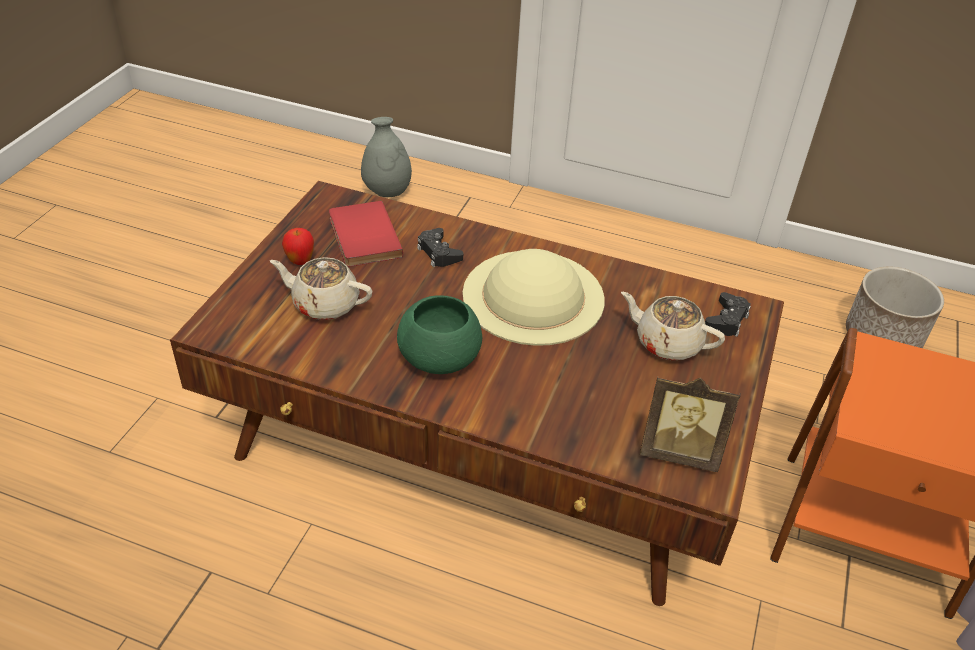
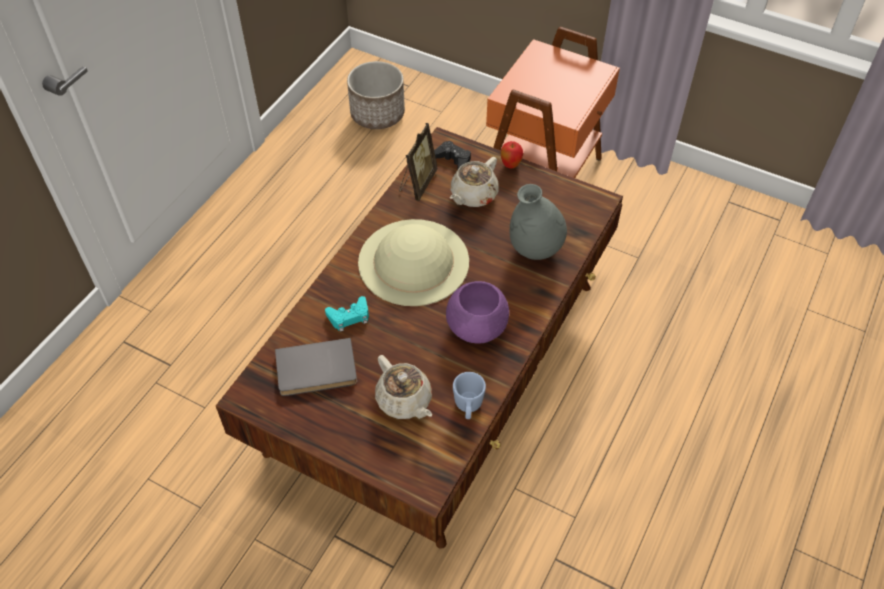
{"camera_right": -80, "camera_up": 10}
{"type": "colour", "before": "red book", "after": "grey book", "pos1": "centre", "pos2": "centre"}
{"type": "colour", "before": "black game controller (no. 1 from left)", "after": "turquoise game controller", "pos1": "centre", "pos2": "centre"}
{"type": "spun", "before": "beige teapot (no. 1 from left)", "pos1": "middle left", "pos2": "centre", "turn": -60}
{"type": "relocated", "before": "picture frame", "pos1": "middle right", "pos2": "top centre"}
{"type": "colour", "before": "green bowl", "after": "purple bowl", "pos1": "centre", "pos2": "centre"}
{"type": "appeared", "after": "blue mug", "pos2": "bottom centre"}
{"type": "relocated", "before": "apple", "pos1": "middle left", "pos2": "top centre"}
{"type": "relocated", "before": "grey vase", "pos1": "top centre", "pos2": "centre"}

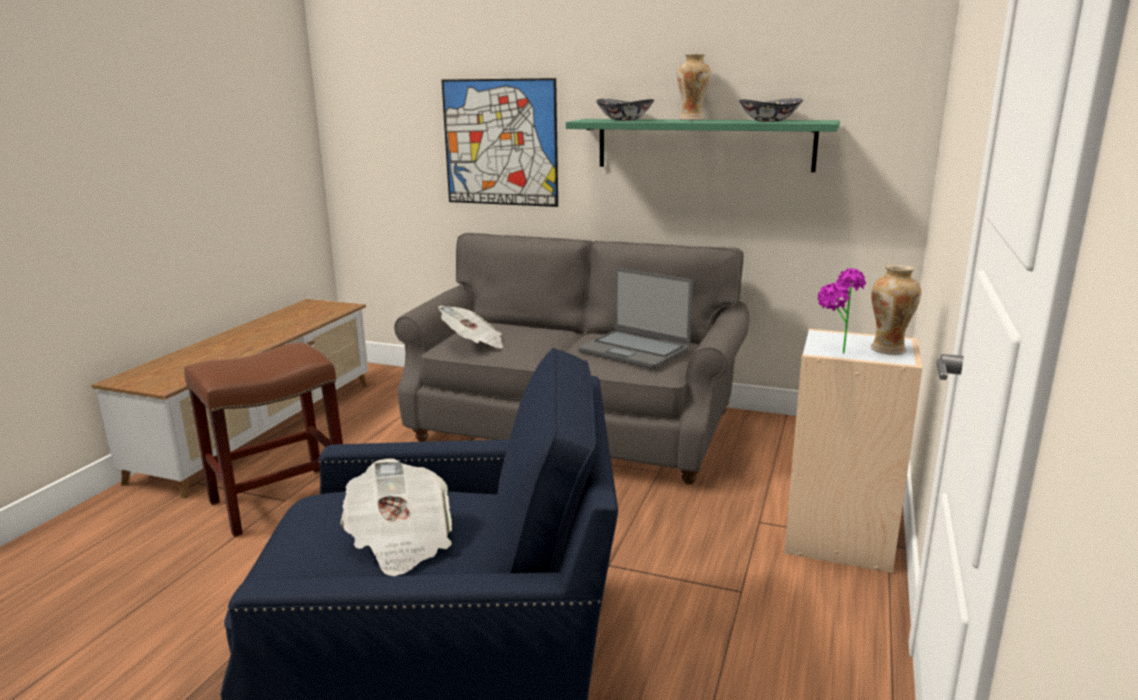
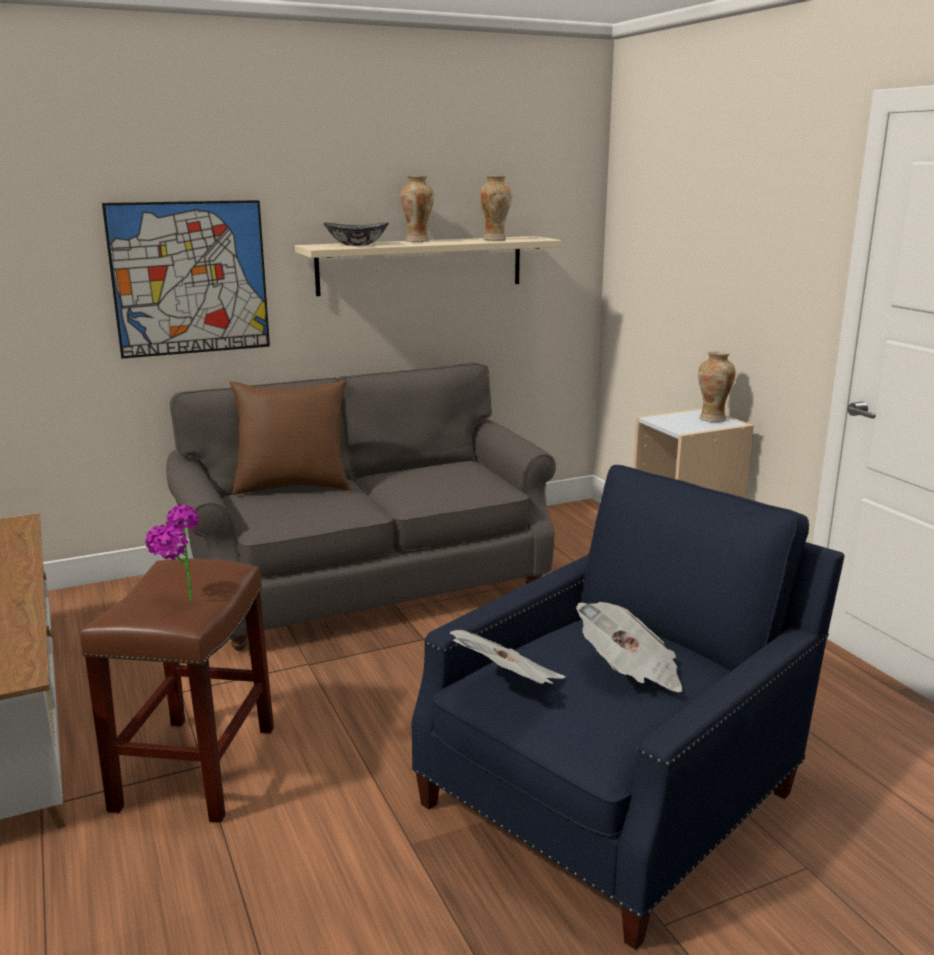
{"camera_right": -45, "camera_up": 0}
{"type": "relocated", "before": "potted plant", "pos1": "middle right", "pos2": "middle left"}
{"type": "appeared", "after": "brown pillow", "pos2": "middle left"}
{"type": "colour", "before": "green shelf", "after": "beige shelf", "pos1": "top centre", "pos2": "top centre"}
{"type": "relocated", "before": "newspaper (no. 2 from left in the first image)", "after": "newspaper (no. 1 from left)", "pos1": "centre", "pos2": "bottom centre"}
{"type": "exchanged", "before": "bowl (no. 2 from left)", "after": "vase (no. 2 from left)", "pos1": "top right", "pos2": "top centre"}
{"type": "missing", "before": "laptop", "pos1": "centre"}

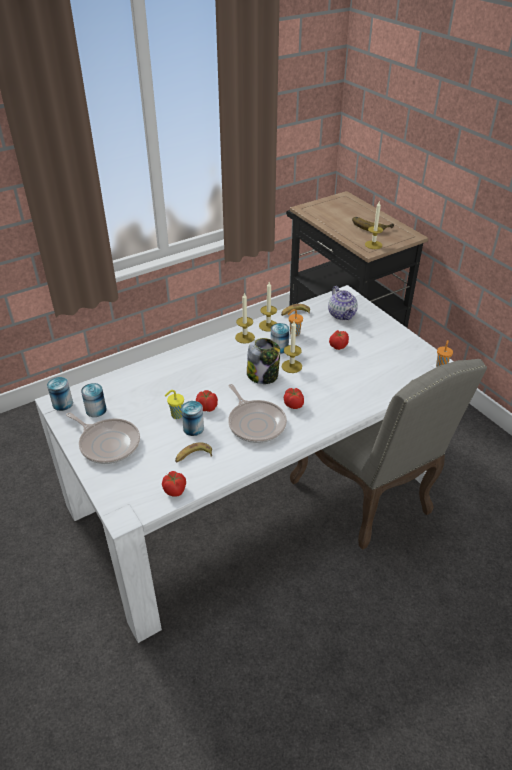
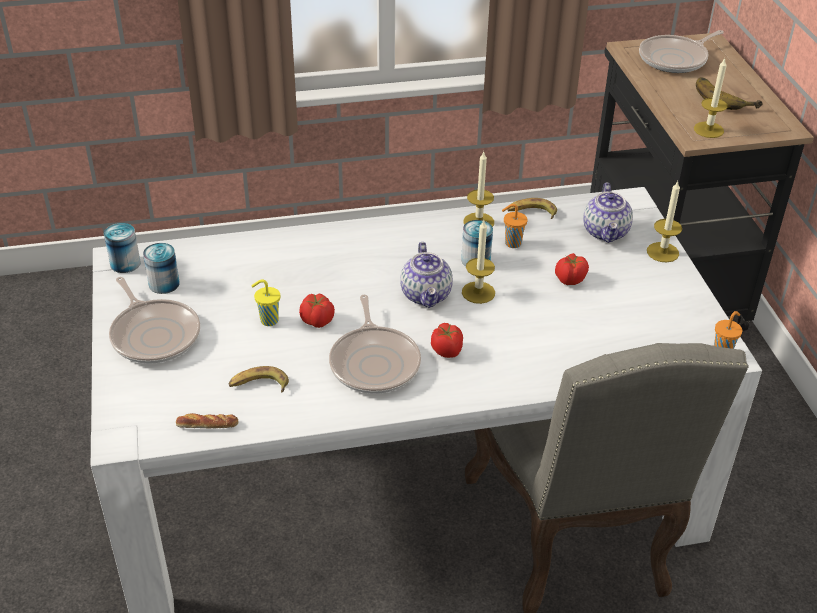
{"camera_right": 20, "camera_up": 0}
{"type": "exchanged", "before": "tomato (no. 1 from left)", "after": "bread", "pos1": "centre", "pos2": "bottom left"}
{"type": "exchanged", "before": "jar", "after": "teapot (no. 1 from left)", "pos1": "centre", "pos2": "centre"}
{"type": "appeared", "after": "frying pan (no. 3 from left)", "pos2": "top right"}
{"type": "relocated", "before": "candle (no. 1 from left in the first image)", "after": "candle (no. 3 from left)", "pos1": "centre", "pos2": "middle right"}
{"type": "missing", "before": "can (no. 3 from left)", "pos1": "centre"}

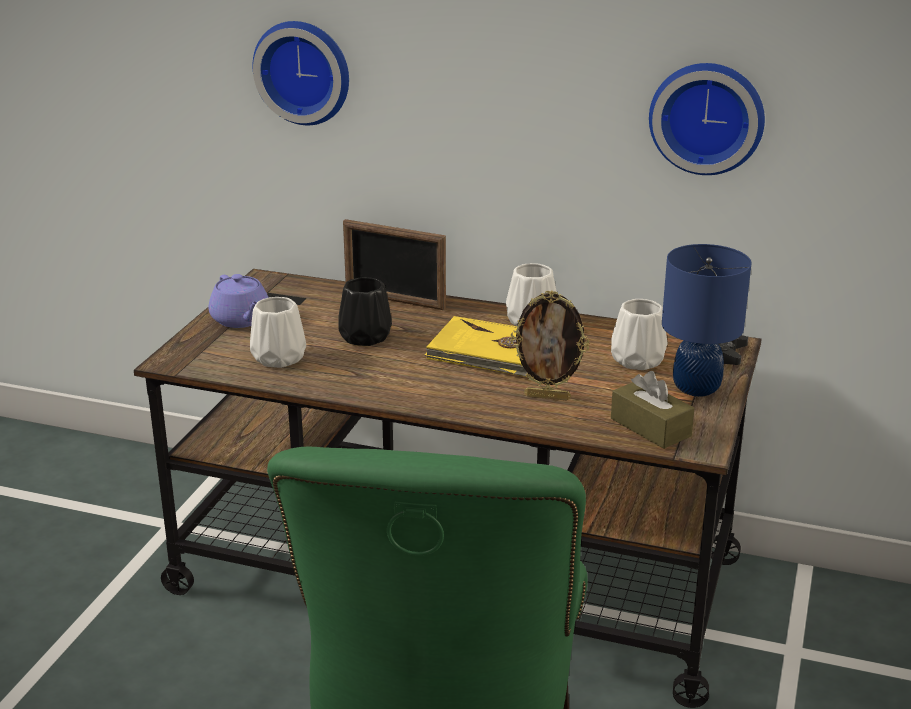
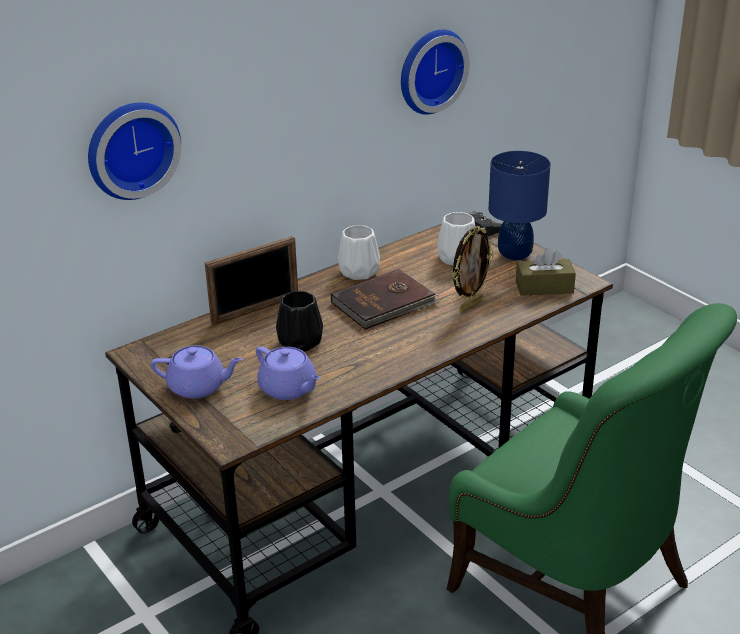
{"camera_right": -55, "camera_up": 5}
{"type": "exchanged", "before": "white vase (no. 1 from left)", "after": "purple teapot (no. 2 from left)", "pos1": "middle left", "pos2": "centre"}
{"type": "colour", "before": "yellow book", "after": "brown book", "pos1": "centre", "pos2": "centre"}

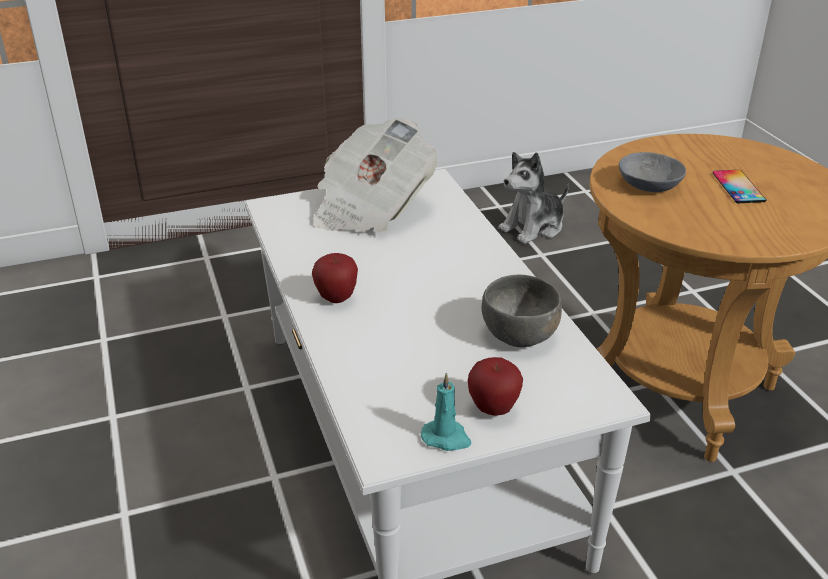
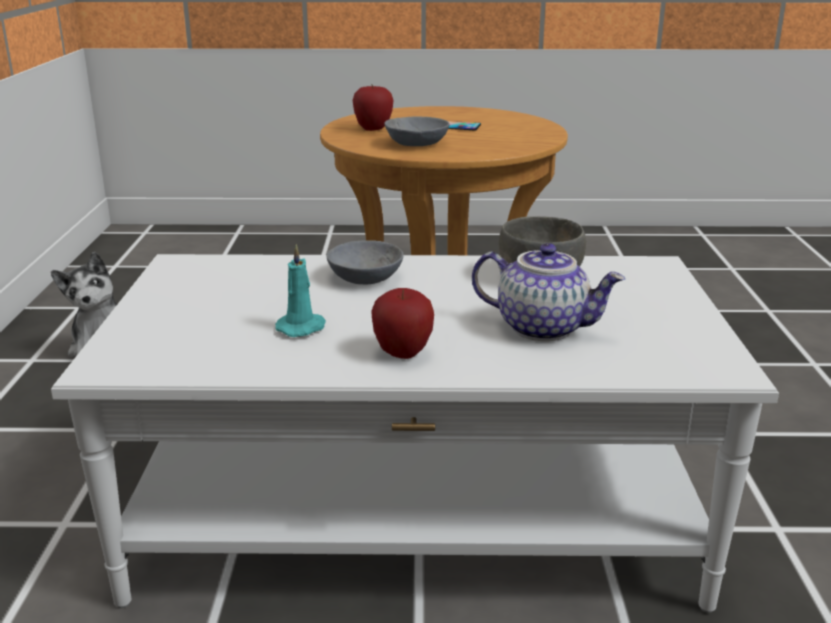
{"camera_right": -70, "camera_up": -10}
{"type": "relocated", "before": "turquoise candle", "pos1": "bottom centre", "pos2": "centre"}
{"type": "appeared", "after": "grey bowl (no. 1 from left)", "pos2": "centre"}
{"type": "relocated", "before": "apple (no. 2 from left in the first image)", "after": "apple (no. 1 from left)", "pos1": "bottom centre", "pos2": "top centre"}
{"type": "appeared", "after": "teapot", "pos2": "centre"}
{"type": "missing", "before": "newspaper", "pos1": "top centre"}

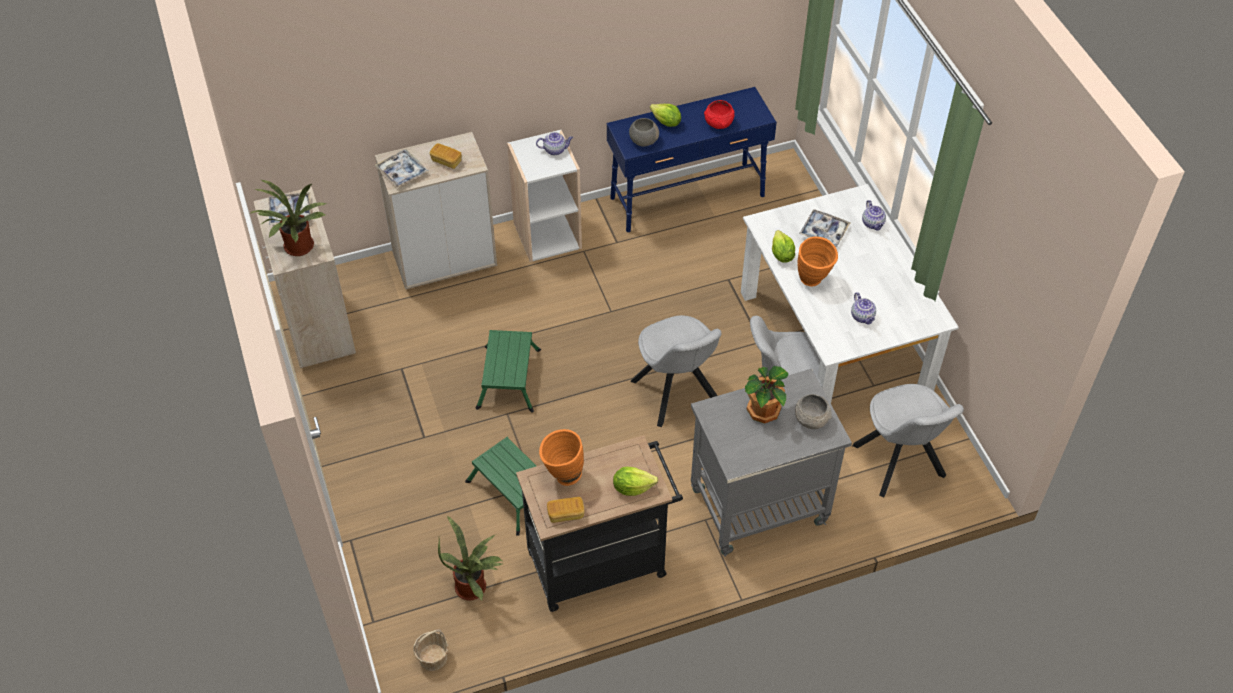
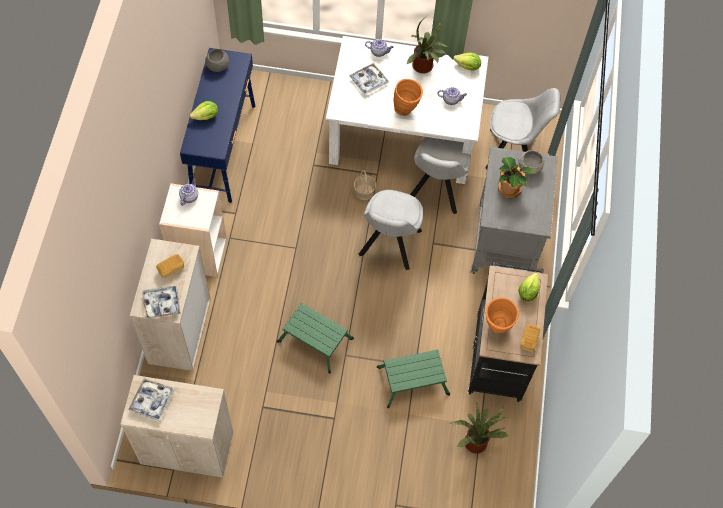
{"camera_right": -65, "camera_up": 10}
{"type": "relocated", "before": "grey bowl (no. 1 from left)", "pos1": "top centre", "pos2": "top left"}
{"type": "relocated", "before": "basket", "pos1": "bottom centre", "pos2": "centre"}
{"type": "spun", "before": "grey chair (no. 1 from left)", "pos1": "centre", "pos2": "centre", "turn": 105}
{"type": "relocated", "before": "potted plant (no. 1 from left)", "pos1": "top left", "pos2": "top centre"}
{"type": "relocated", "before": "lettuce (no. 3 from left in the first image)", "after": "lettuce (no. 2 from left)", "pos1": "centre", "pos2": "top centre"}
{"type": "missing", "before": "red bowl", "pos1": "top centre"}

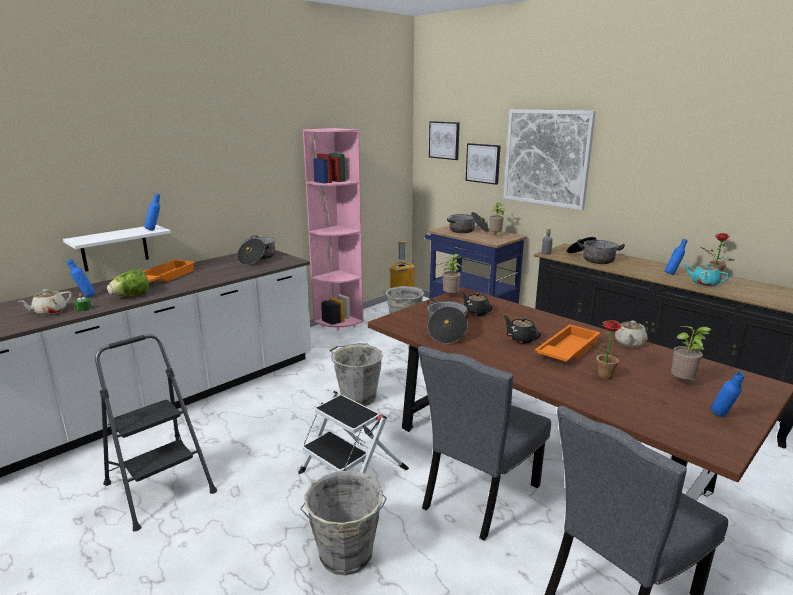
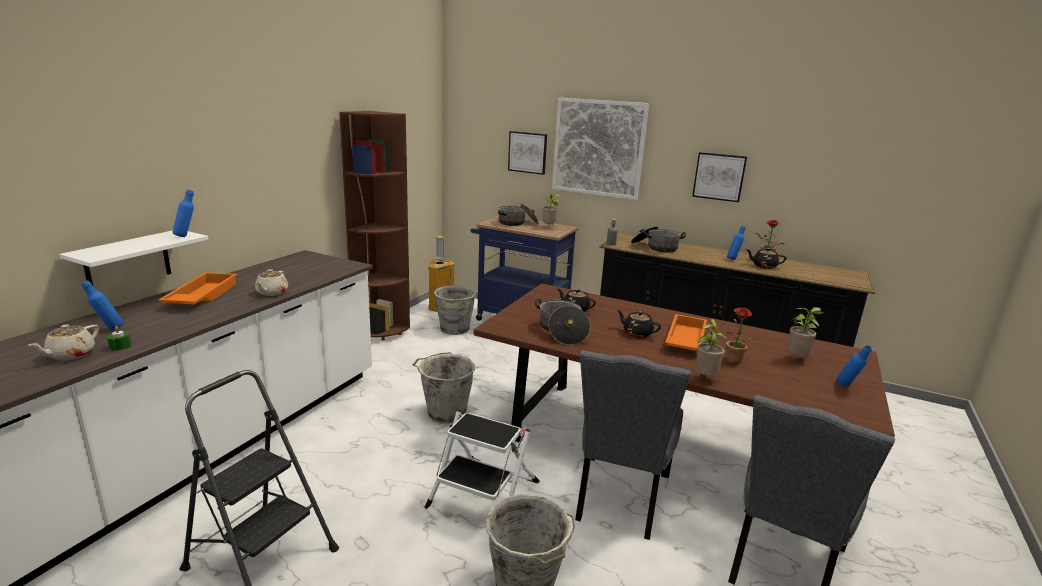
{"camera_right": -20, "camera_up": 0}
{"type": "relocated", "before": "beige teapot (no. 2 from left)", "pos1": "middle right", "pos2": "middle left"}
{"type": "colour", "before": "pink bookcase", "after": "brown bookcase", "pos1": "centre", "pos2": "centre"}
{"type": "relocated", "before": "picture (no. 1 from left in the first image)", "after": "picture (no. 3 from left)", "pos1": "top centre", "pos2": "top right"}
{"type": "relocated", "before": "potted plant (no. 1 from left in the first image)", "after": "potted plant (no. 2 from left)", "pos1": "centre", "pos2": "middle right"}
{"type": "colour", "before": "turquoise teapot", "after": "black teapot (no. 3 from left)", "pos1": "middle right", "pos2": "middle right"}
{"type": "missing", "before": "lettuce", "pos1": "middle left"}
{"type": "missing", "before": "cooking pot (no. 1 from left)", "pos1": "middle left"}

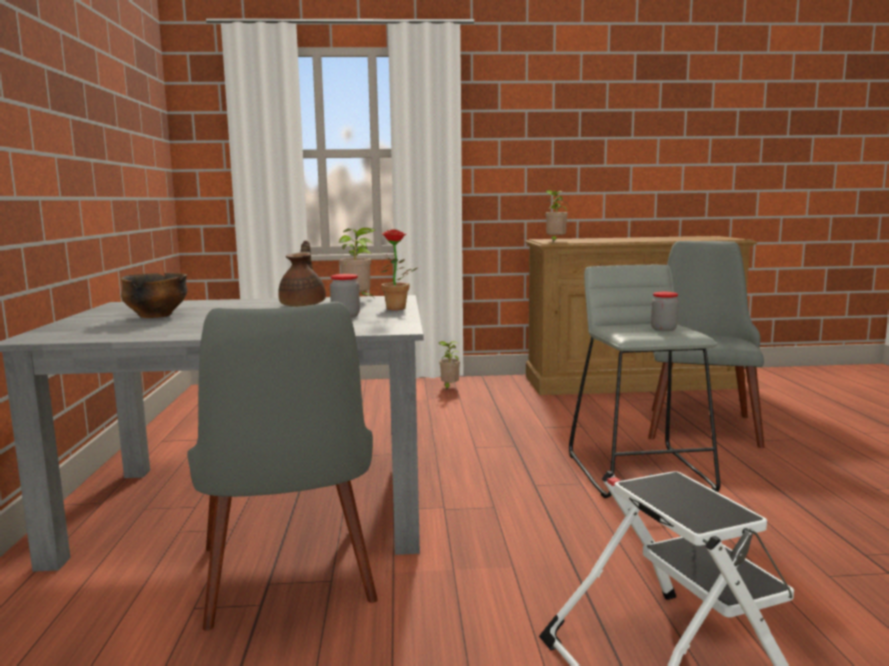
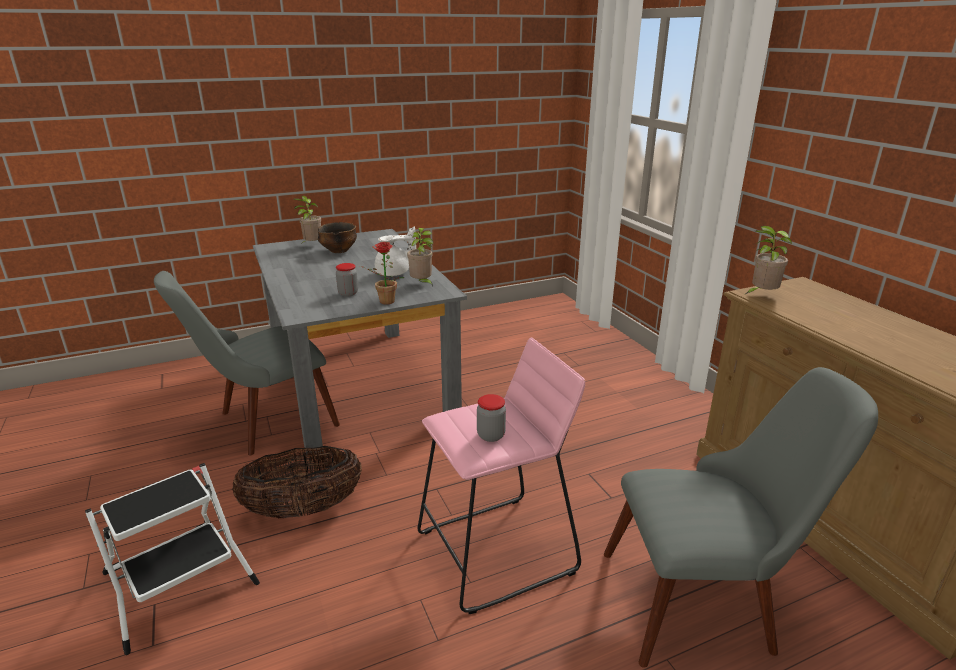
{"camera_right": 70, "camera_up": 15}
{"type": "appeared", "after": "basket", "pos2": "bottom left"}
{"type": "relocated", "before": "potted plant (no. 3 from left in the first image)", "after": "potted plant (no. 1 from left)", "pos1": "centre", "pos2": "top left"}
{"type": "colour", "before": "brown teapot", "after": "white teapot", "pos1": "centre", "pos2": "centre"}
{"type": "colour", "before": "grey stool", "after": "pink stool", "pos1": "middle right", "pos2": "bottom centre"}

